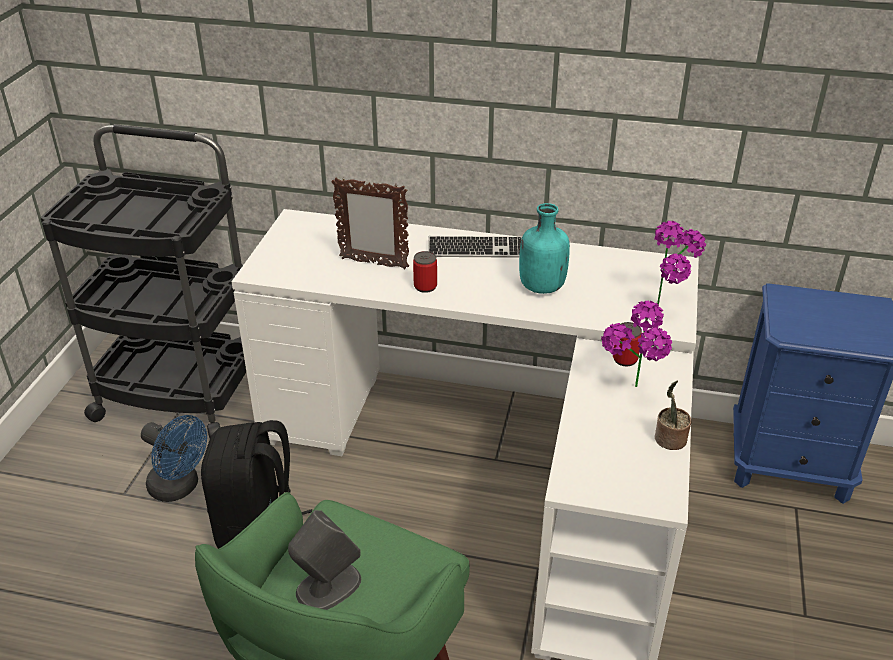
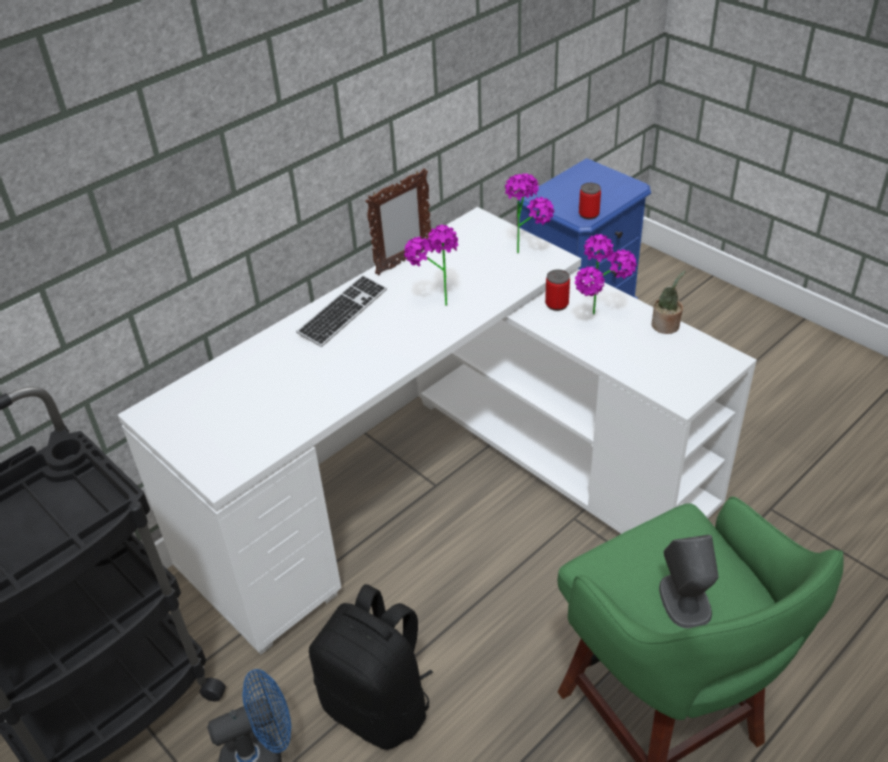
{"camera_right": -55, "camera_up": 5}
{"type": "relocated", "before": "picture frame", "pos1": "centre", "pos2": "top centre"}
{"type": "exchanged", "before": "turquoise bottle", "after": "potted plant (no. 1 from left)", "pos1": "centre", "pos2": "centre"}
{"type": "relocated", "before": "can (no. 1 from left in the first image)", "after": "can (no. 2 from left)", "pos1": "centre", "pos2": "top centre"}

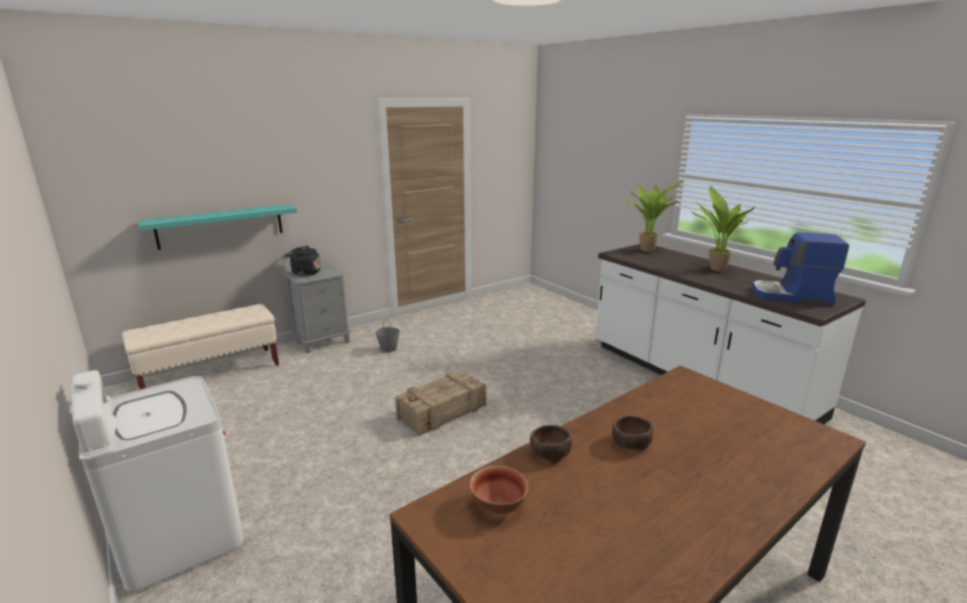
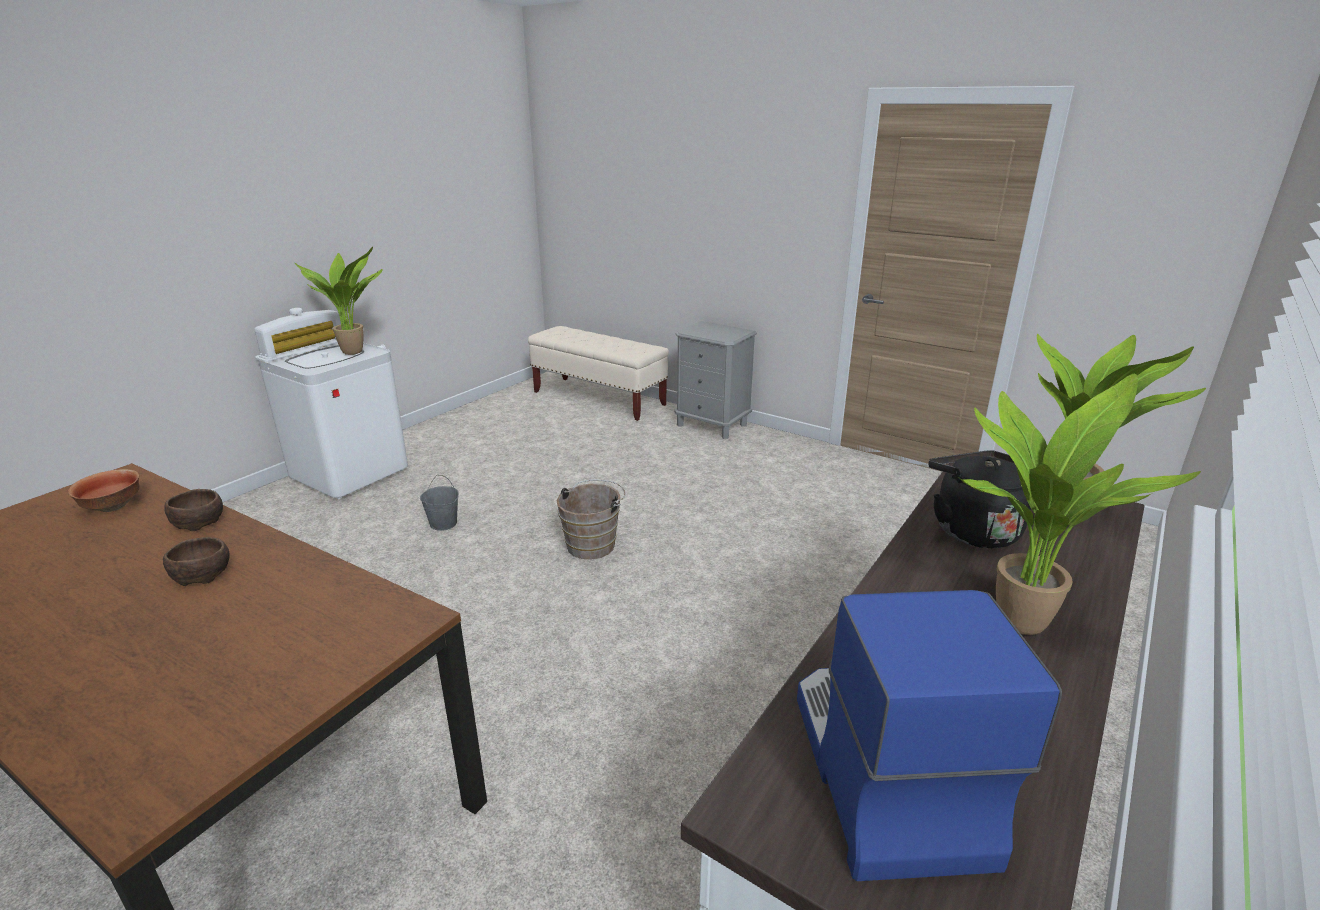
{"camera_right": 70, "camera_up": 5}
{"type": "appeared", "after": "potted plant (no. 1 from left)", "pos2": "top left"}
{"type": "relocated", "before": "grey bucket", "pos1": "centre", "pos2": "middle left"}
{"type": "exchanged", "before": "crate", "after": "brown bucket", "pos1": "bottom centre", "pos2": "centre"}
{"type": "relocated", "before": "black kettle", "pos1": "middle left", "pos2": "middle right"}
{"type": "missing", "before": "turquoise shelf", "pos1": "middle left"}

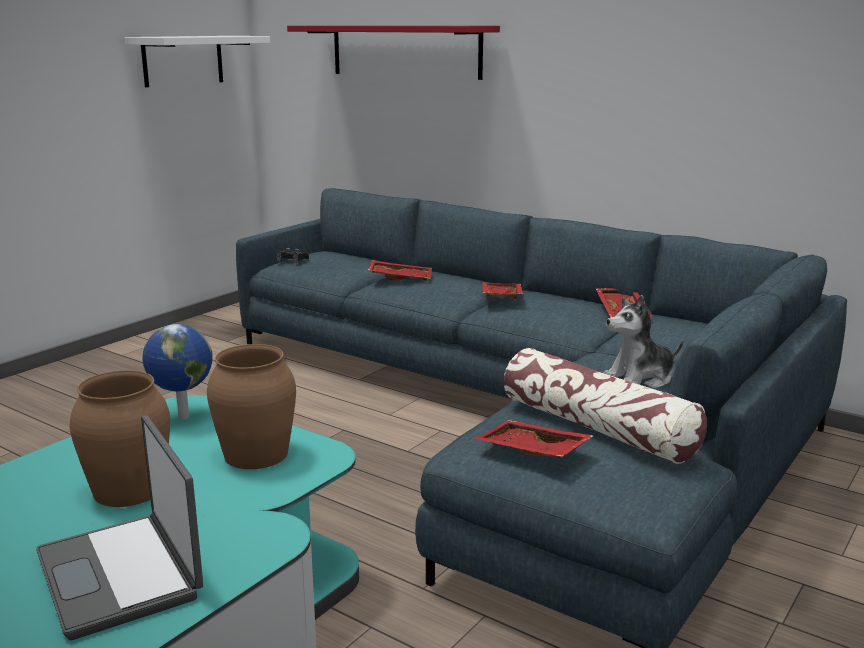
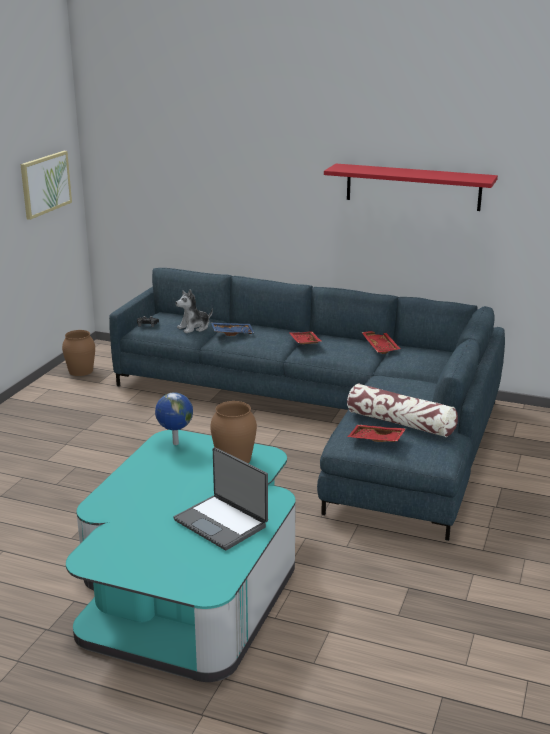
{"camera_right": -15, "camera_up": 5}
{"type": "exchanged", "before": "white shelf", "after": "picture", "pos1": "top left", "pos2": "top left"}
{"type": "relocated", "before": "brown vase (no. 1 from left)", "pos1": "bottom left", "pos2": "middle left"}
{"type": "relocated", "before": "plush toy", "pos1": "middle right", "pos2": "centre"}
{"type": "colour", "before": "red tray (no. 1 from left)", "after": "blue tray", "pos1": "centre", "pos2": "centre"}
{"type": "relocated", "before": "red shelf", "pos1": "top centre", "pos2": "top right"}

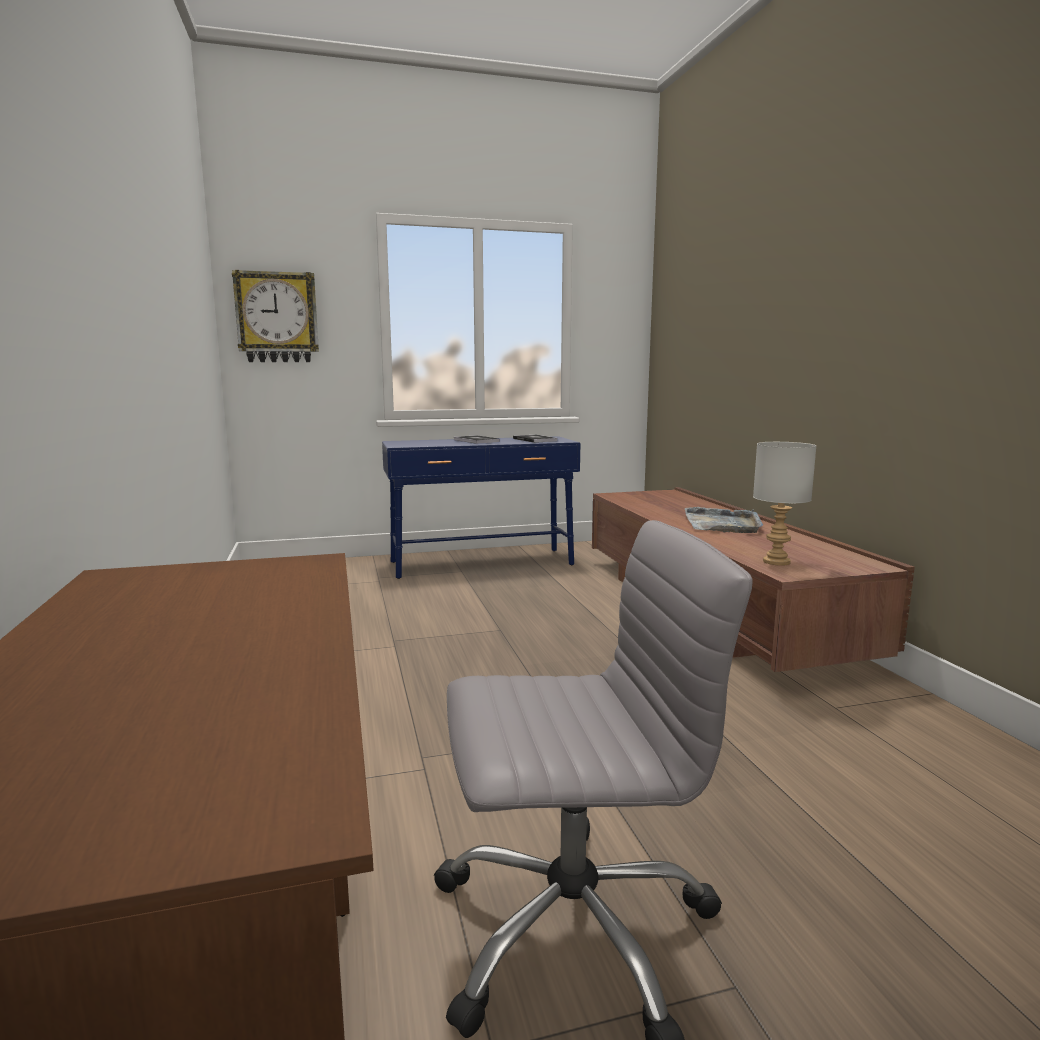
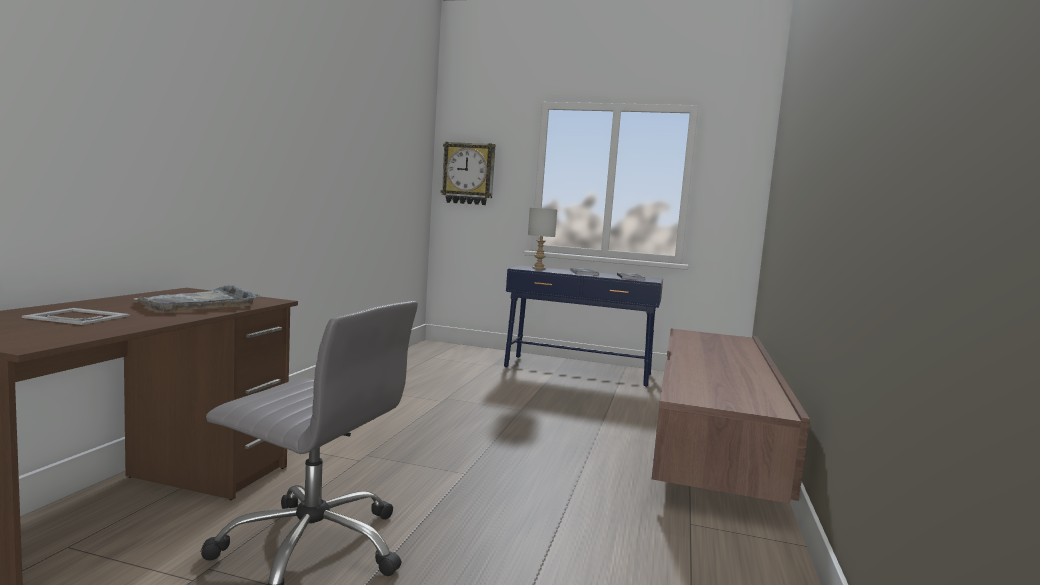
{"camera_right": 30, "camera_up": -5}
{"type": "appeared", "after": "picture frame", "pos2": "middle left"}
{"type": "relocated", "before": "grey tray", "pos1": "middle right", "pos2": "middle left"}
{"type": "relocated", "before": "grey table lamp", "pos1": "middle right", "pos2": "centre"}

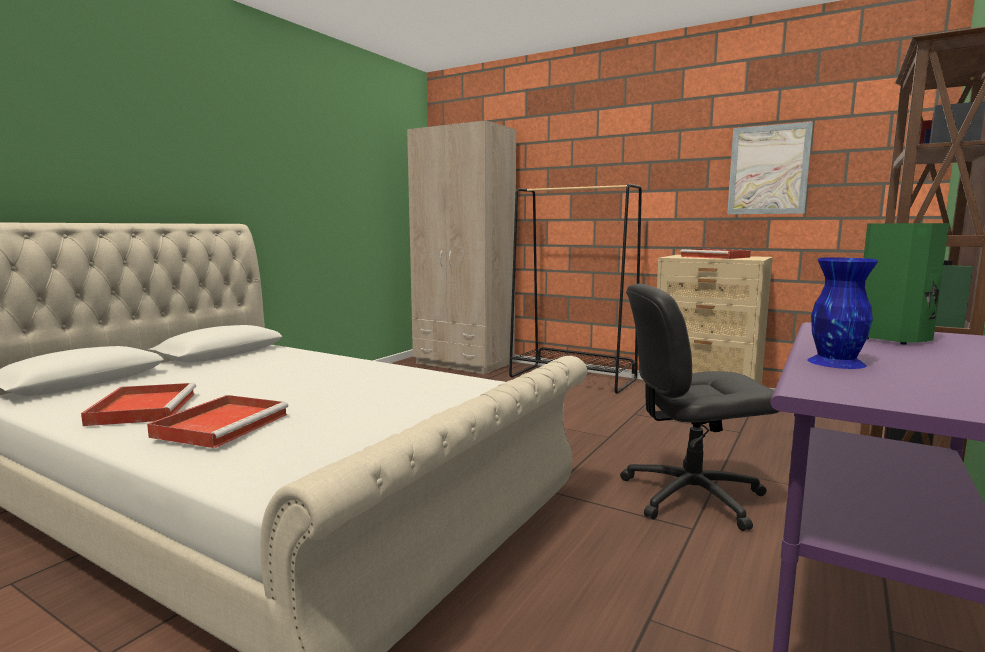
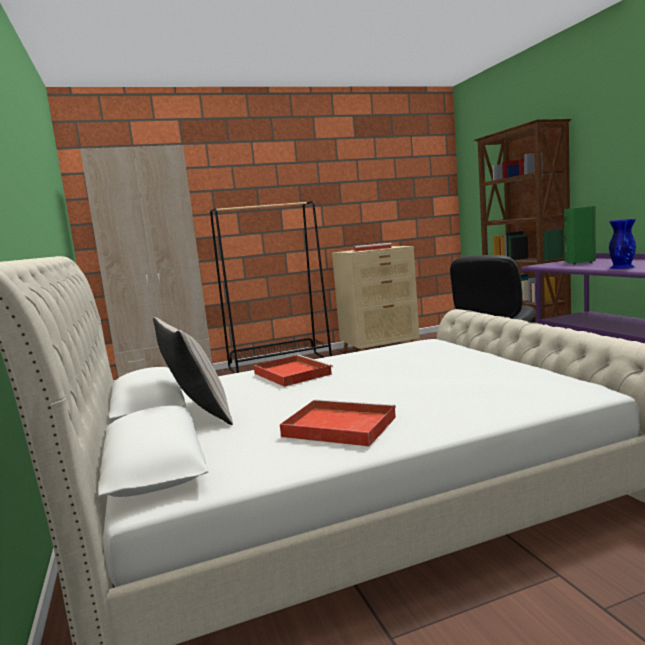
{"camera_right": -50, "camera_up": 0}
{"type": "appeared", "after": "beige pillow", "pos2": "middle left"}
{"type": "relocated", "before": "red tray (no. 2 from left in the first image)", "after": "red tray (no. 1 from left)", "pos1": "middle left", "pos2": "centre"}
{"type": "missing", "before": "picture", "pos1": "top right"}

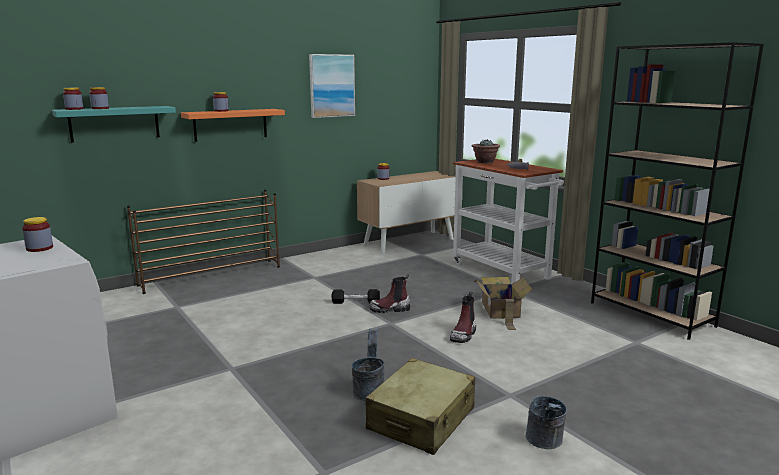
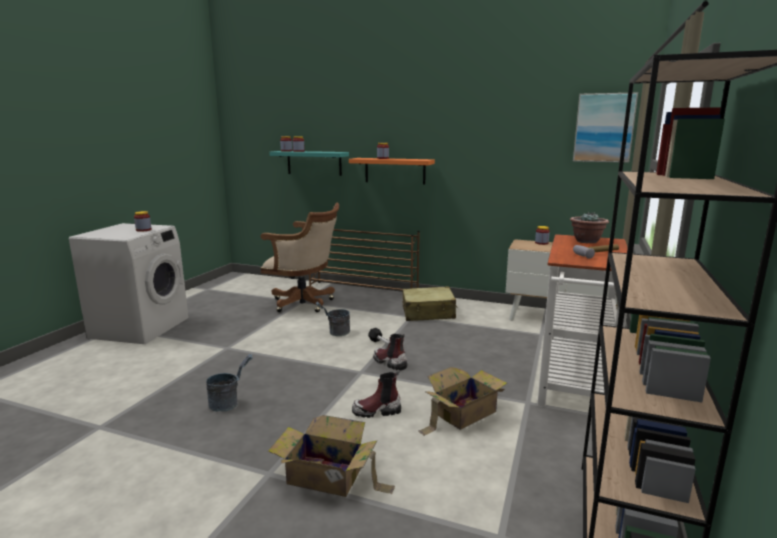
{"camera_right": 55, "camera_up": 0}
{"type": "appeared", "after": "office chair", "pos2": "centre"}
{"type": "appeared", "after": "cardboard box (no. 1 from left)", "pos2": "bottom centre"}
{"type": "relocated", "before": "grey bucket (no. 2 from left)", "pos1": "bottom right", "pos2": "centre"}
{"type": "relocated", "before": "beige suitcase", "pos1": "bottom centre", "pos2": "centre"}
{"type": "relocated", "before": "picture", "pos1": "top centre", "pos2": "top right"}

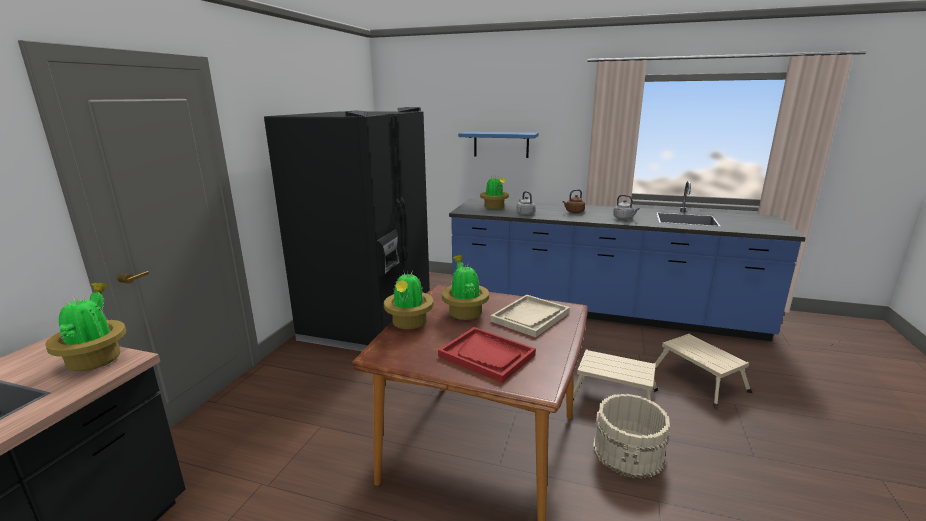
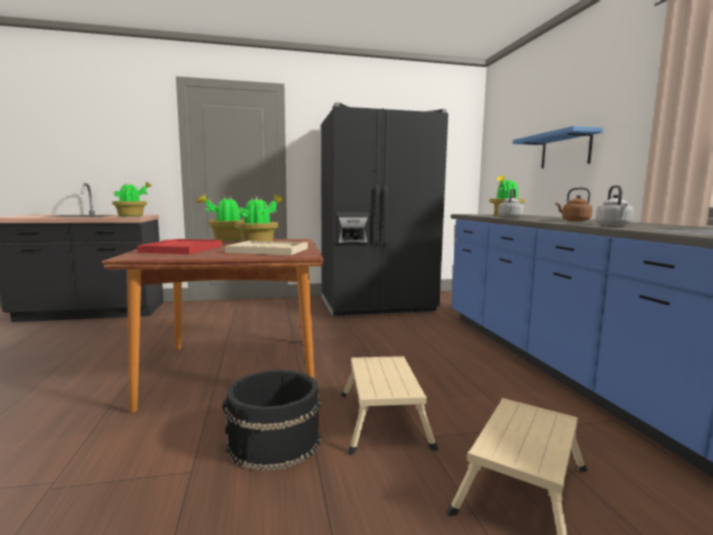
{"camera_right": 60, "camera_up": -10}
{"type": "colour", "before": "beige bucket", "after": "black bucket", "pos1": "bottom right", "pos2": "bottom centre"}

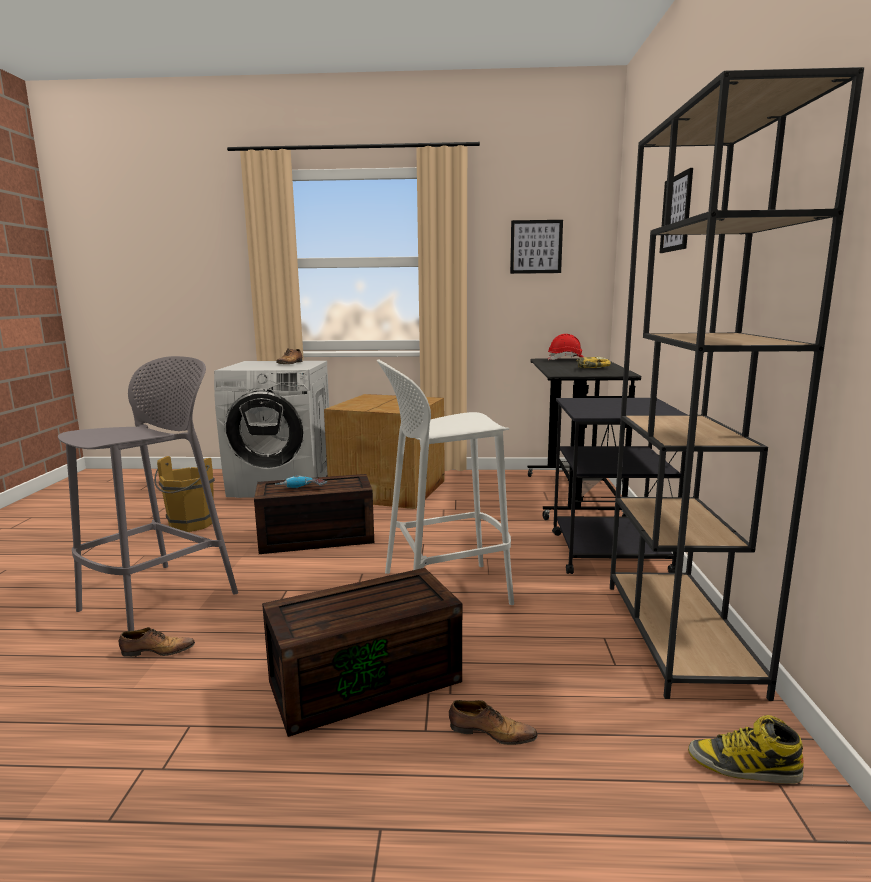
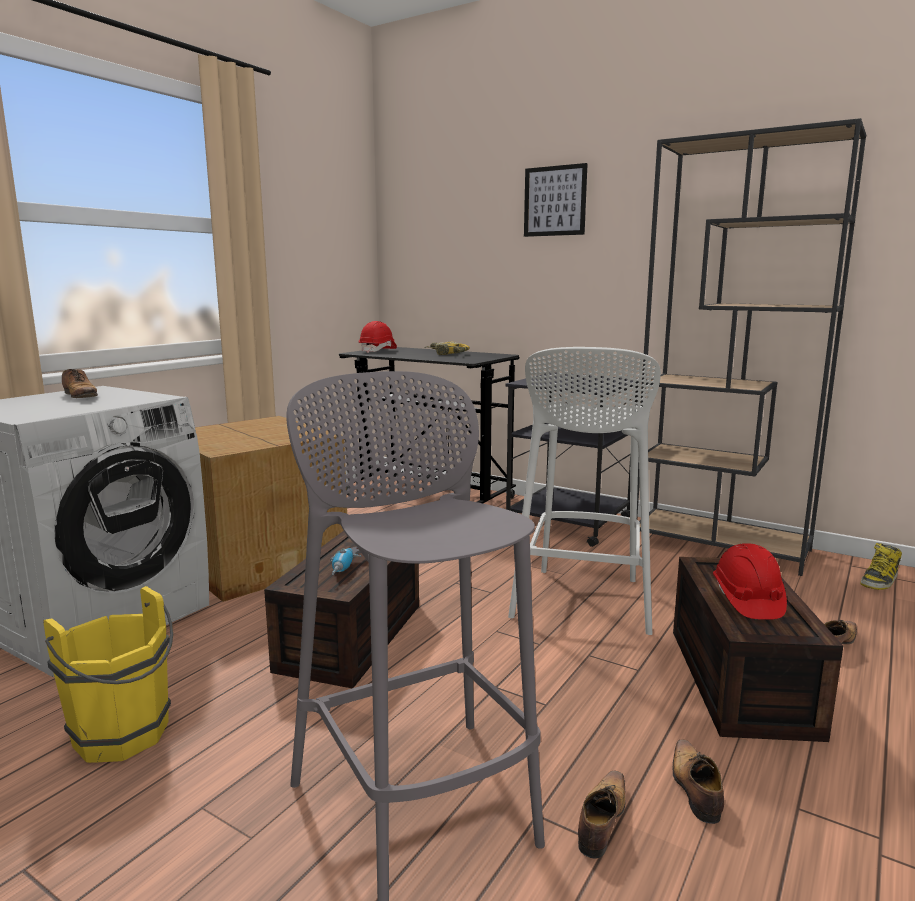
{"camera_right": -60, "camera_up": 0}
{"type": "colour", "before": "brown bucket", "after": "yellow bucket", "pos1": "middle left", "pos2": "bottom left"}
{"type": "appeared", "after": "shoe (no. 3 from left)", "pos2": "bottom right"}
{"type": "appeared", "after": "red hard hat (no. 2 from left)", "pos2": "middle right"}
{"type": "missing", "before": "picture (no. 1 from left)", "pos1": "top centre"}

